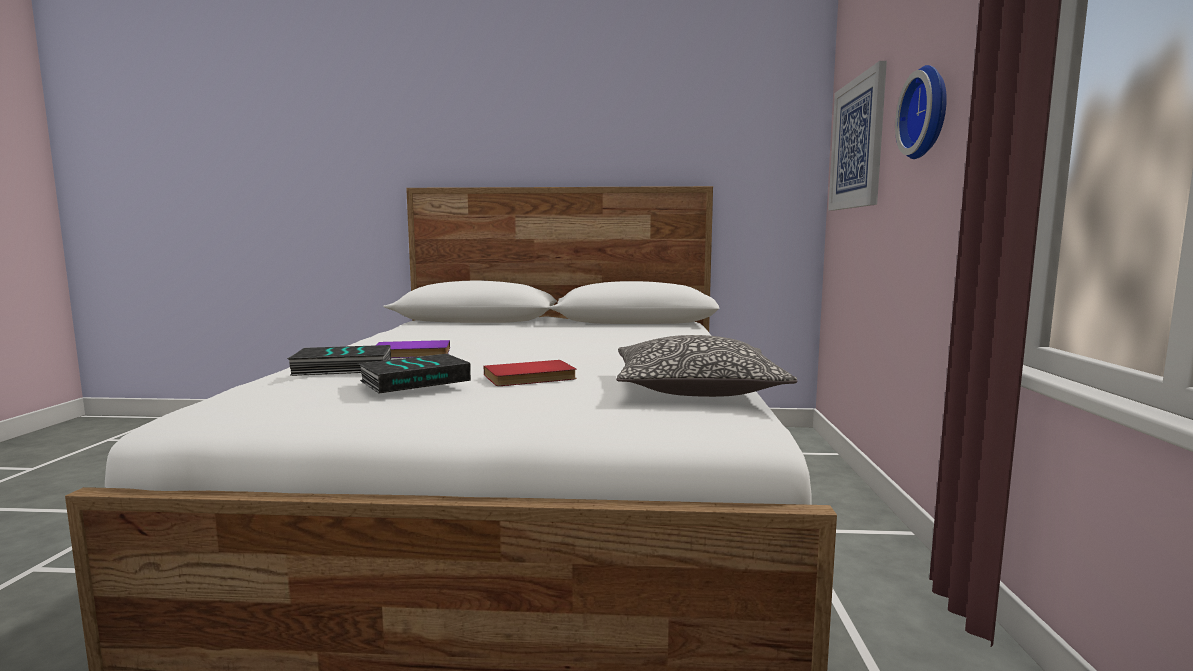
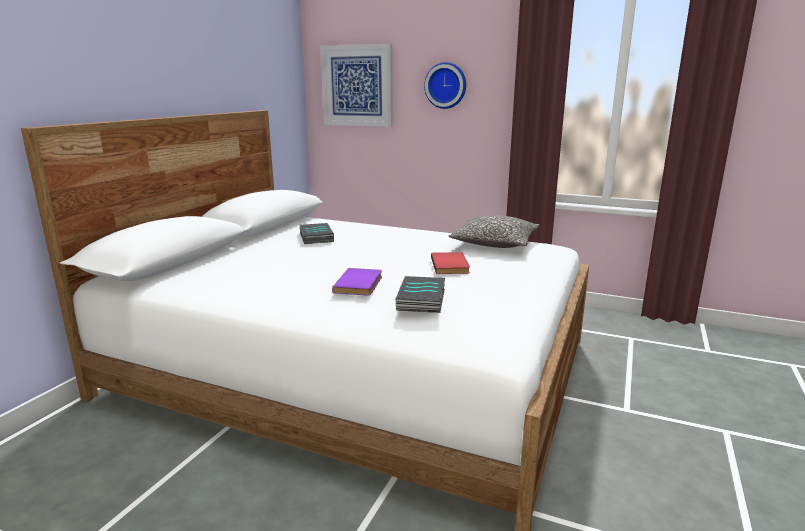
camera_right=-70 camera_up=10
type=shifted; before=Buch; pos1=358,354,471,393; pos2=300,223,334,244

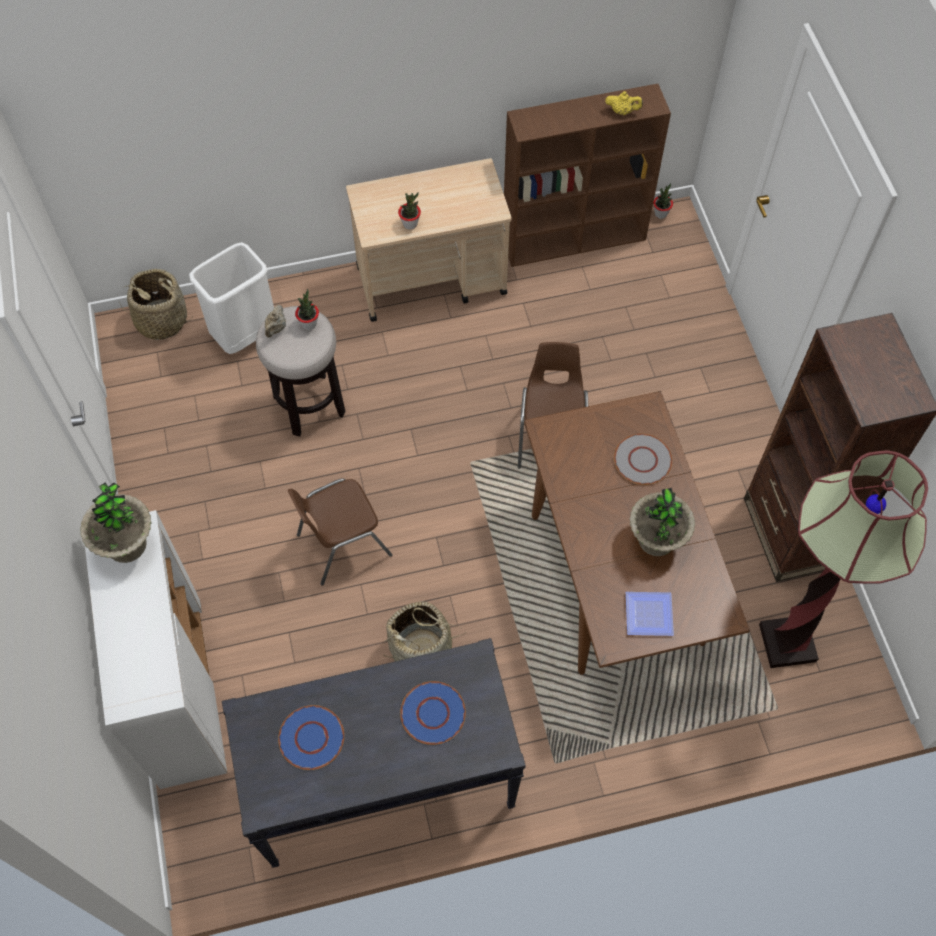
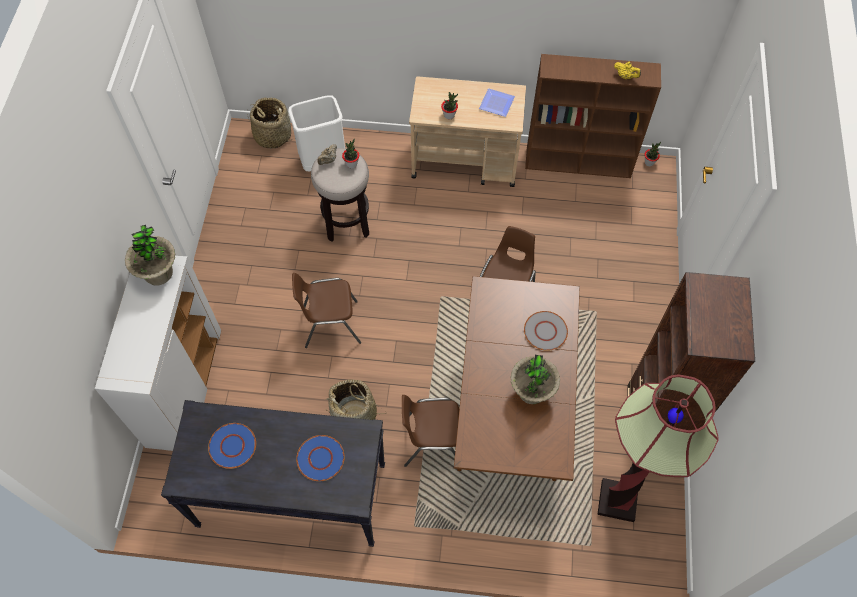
camera_right=20 camera_up=0
type=new; after=Stuhl (braun); pos2=402,395,459,467
type=shifted; before=Teller; pos1=626,592,674,636; pos2=479,88,515,117

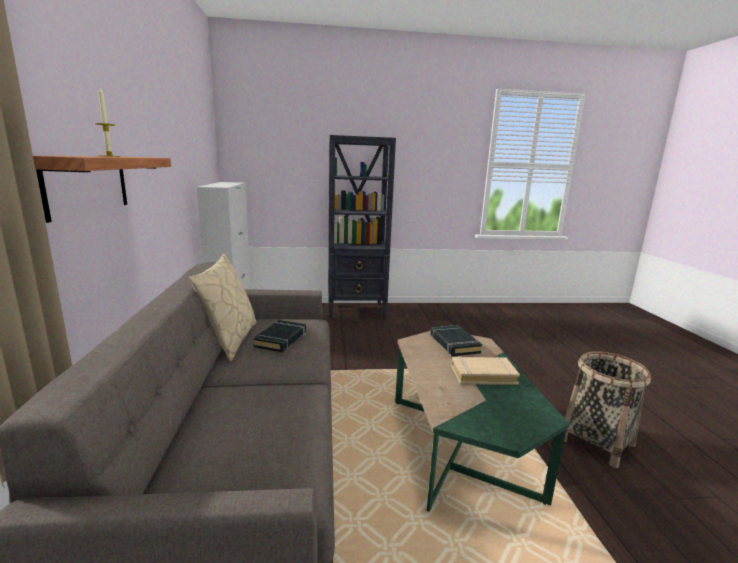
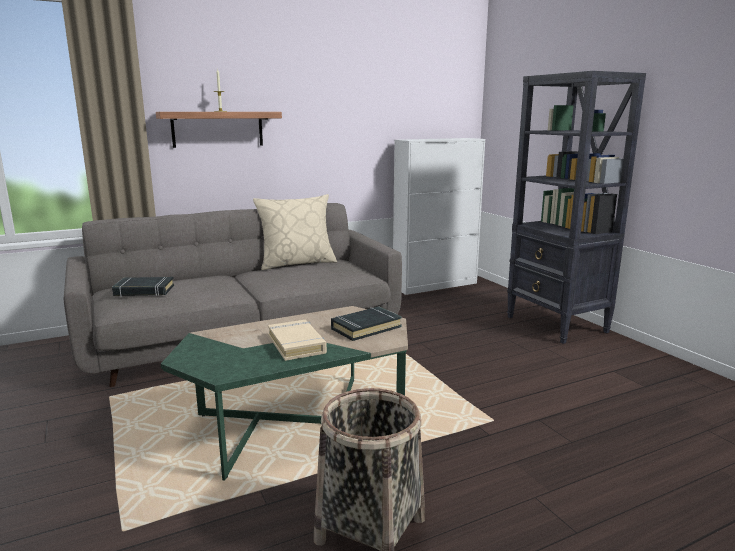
camera_right=70 camera_up=0
type=shifted; before=Buch (schwarz); pos1=253,320,306,352; pos2=112,277,174,296

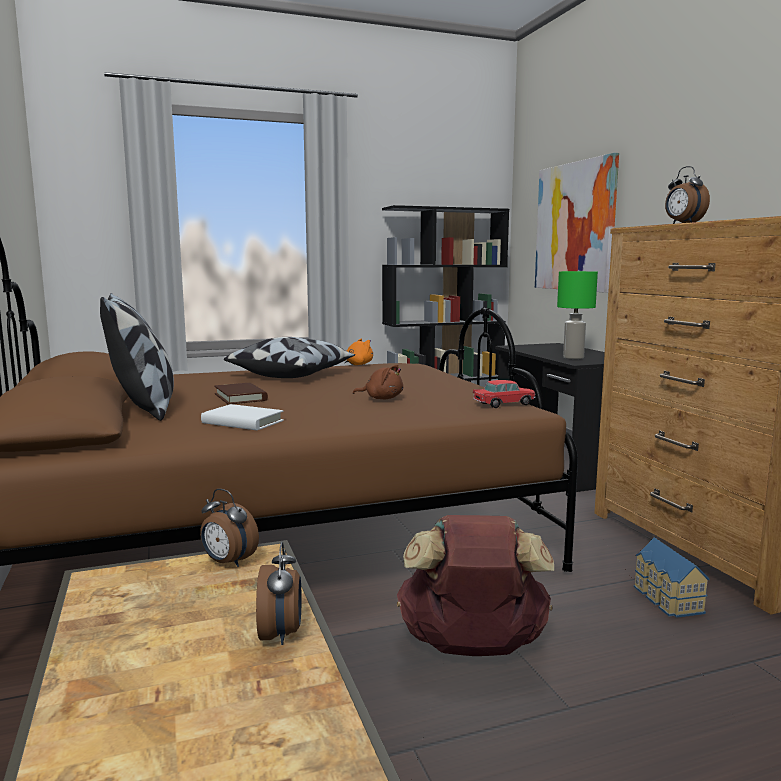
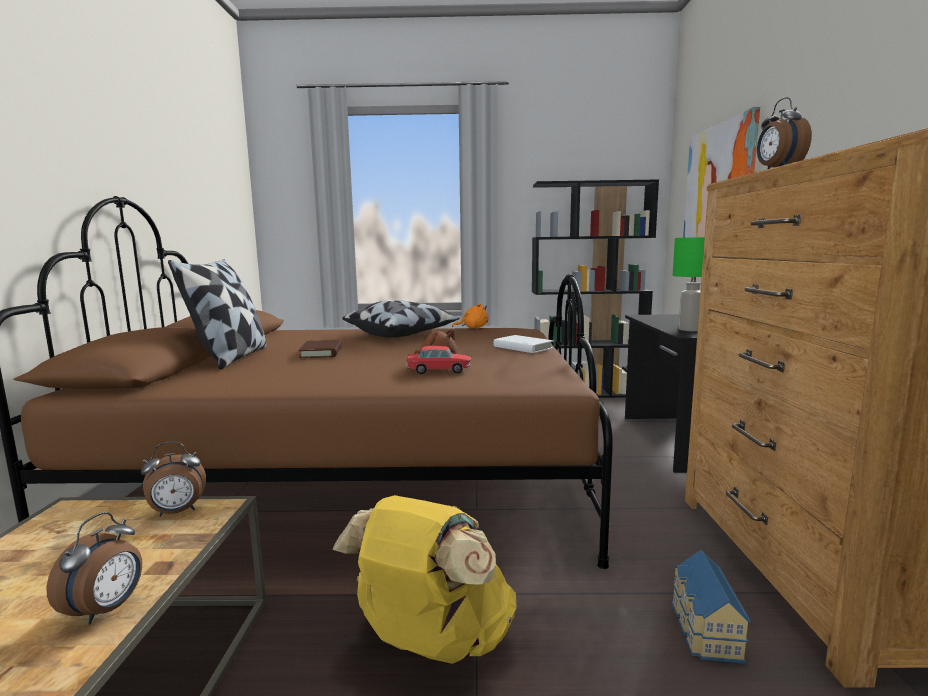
camera_right=20 camera_up=0
type=rotated; before=Wecker; pos1=200,489,259,567; pos2=141,442,206,517; turn=-75
type=repainted; before=Rucksack (braun); after=Rucksack (gelb); pos1=397,515,554,656; pos2=332,495,517,664
type=shifted; before=Spielzeugauto; pos1=473,380,535,408; pos2=407,346,471,374
type=shifted; before=Buch (weiß); pos1=201,404,284,430; pos2=493,335,554,353

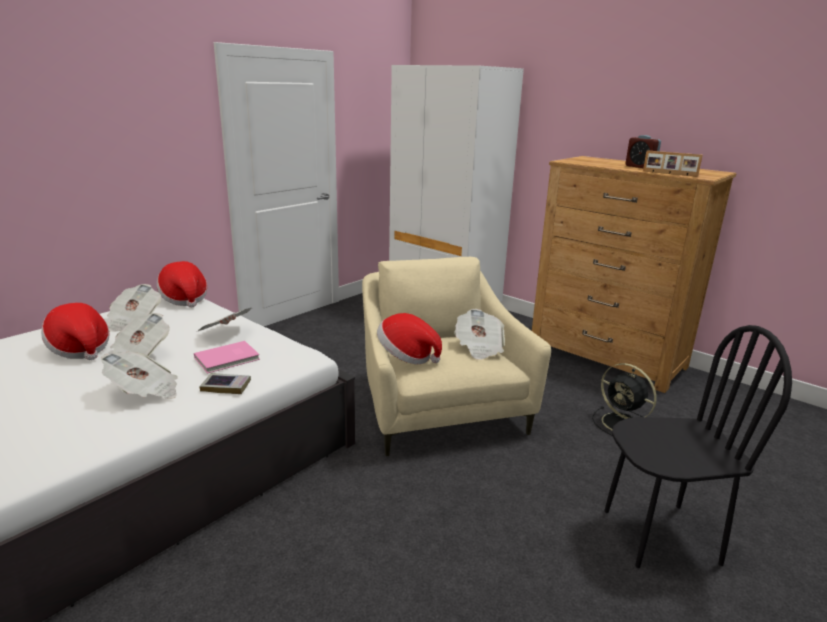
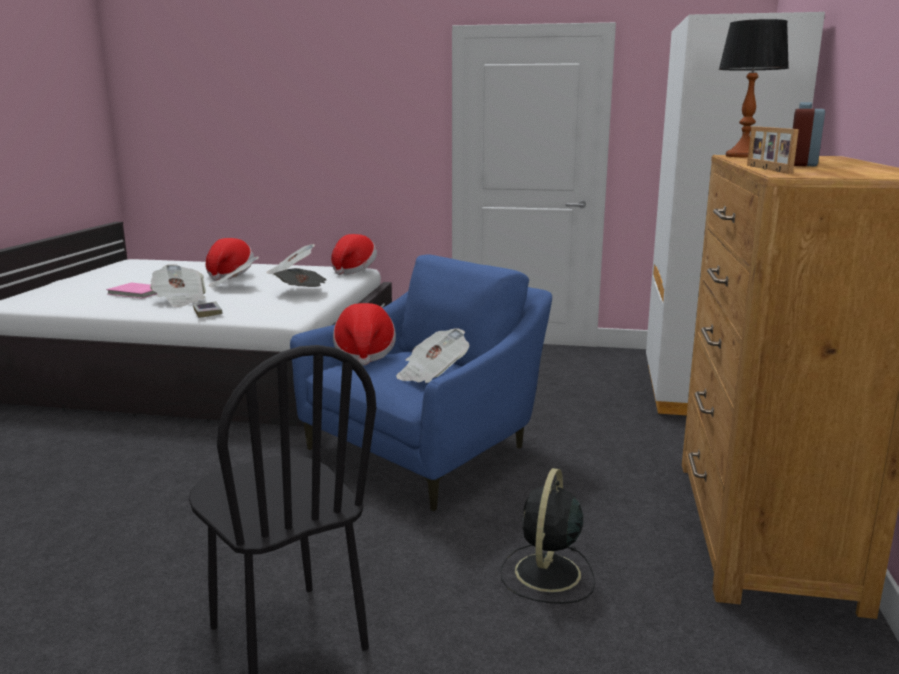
camera_right=60 camera_up=-5
type=shifted; before=Buch (rosa); pos1=194,341,260,374; pos2=106,283,158,298
type=repainted; before=Sessel (beige); after=Sessel (blau); pos1=362,257,551,456; pos2=290,255,552,511
type=new; after=Tischlampe; pos2=719,19,789,158

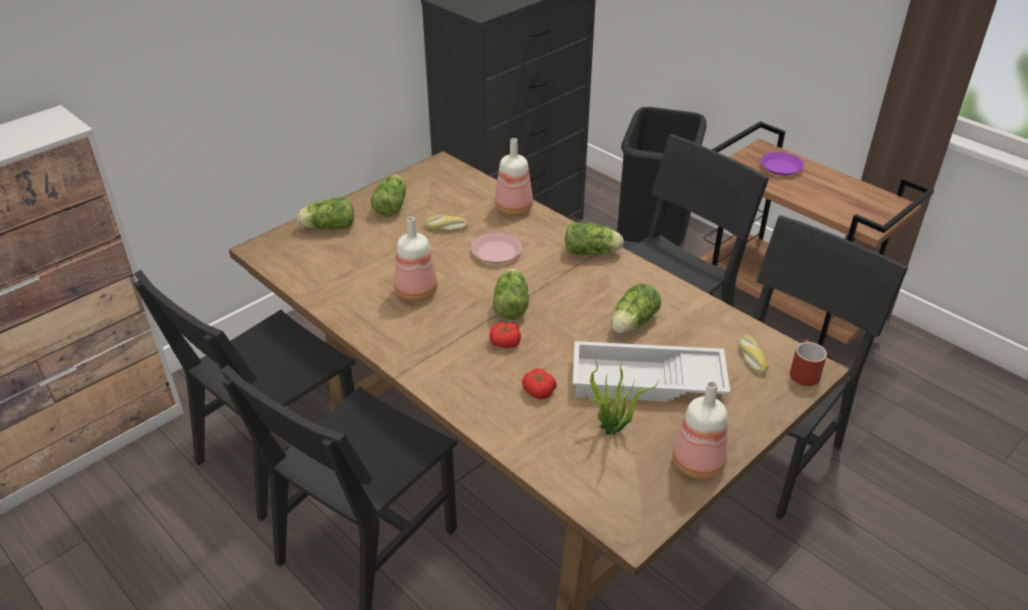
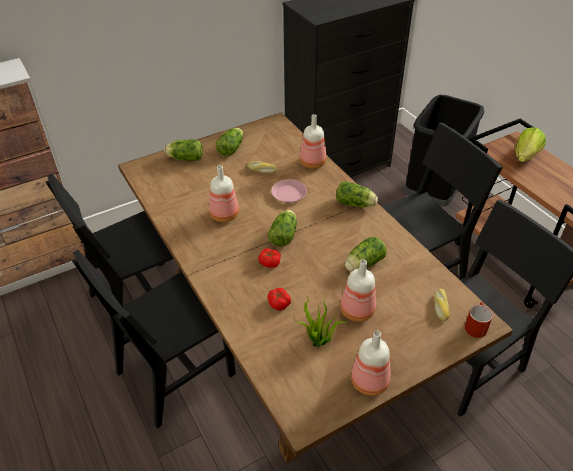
camera_right=15 camera_up=5
type=swapped; before=Tablett (weiß); after=Flasche; pos1=573,341,730,402; pos2=340,259,376,322
type=swapped; before=Teller (lila); after=Salatkopf; pos1=760,152,804,176; pos2=515,127,546,162

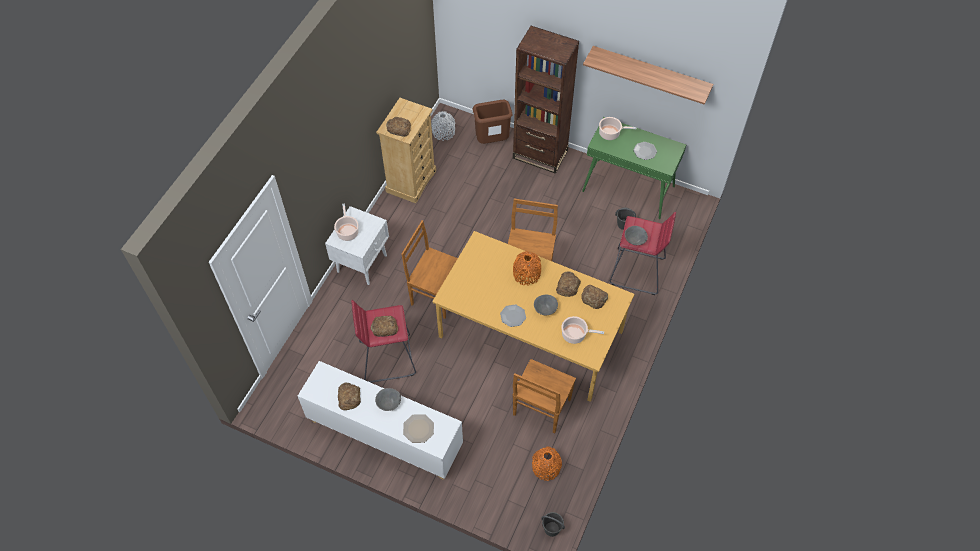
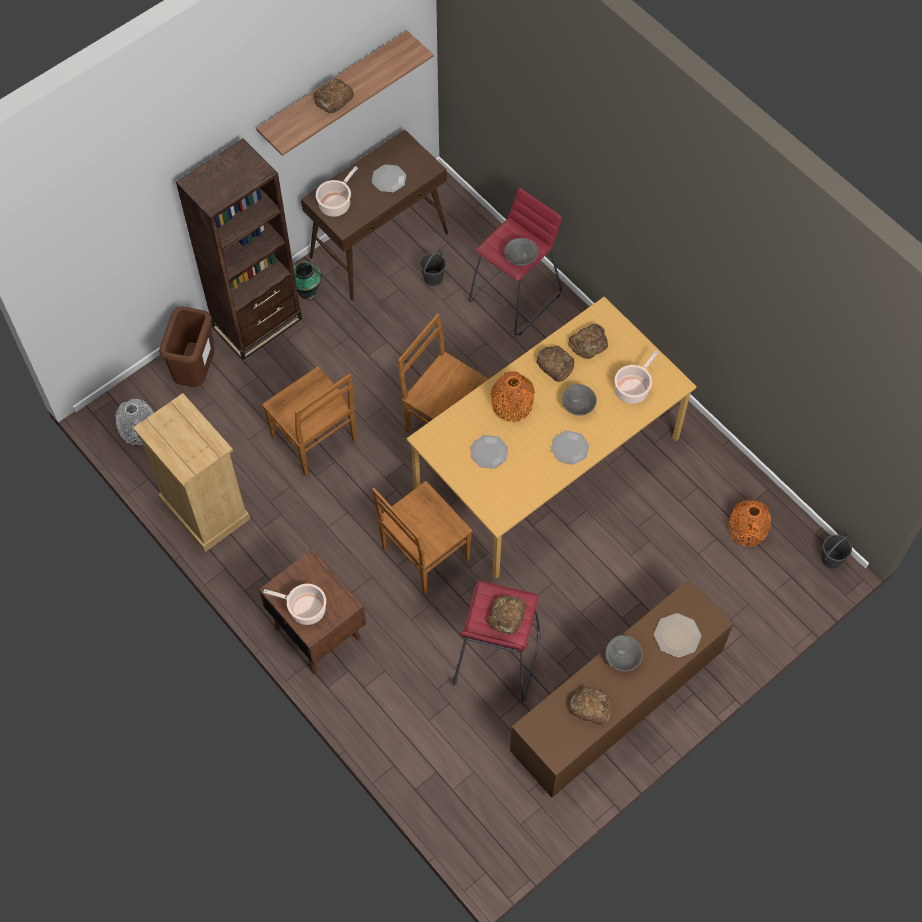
camera_right=-65 camera_up=5
type=repainted; before=Nachttisch (weiß); after=Nachttisch (braun); pos1=325,206,389,285; pos2=259,549,366,674
type=shifted; before=Stuhl (braun); pos1=512,359,576,433; pos2=262,366,357,476
type=new; after=Vase; pos2=293,261,322,299
type=repainted; before=Konsolentisch (grün); after=Konsolentisch (braun); pos1=582,117,686,219; pos2=301,129,448,301
type=shifted; before=Brot; pos1=386,117,411,137; pos2=313,79,354,113
type=new; after=Teller; pos2=470,435,508,469
type=repainted; before=Schrank (weiß); after=Schrank (braun); pos1=298,361,463,480; pos2=510,579,733,798

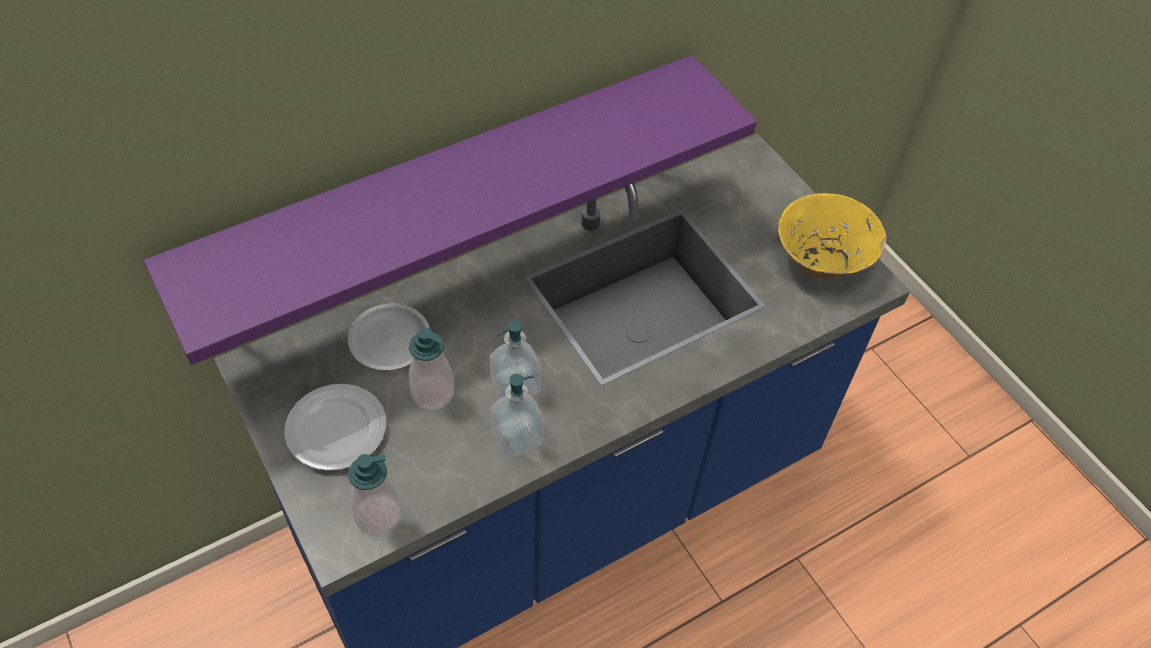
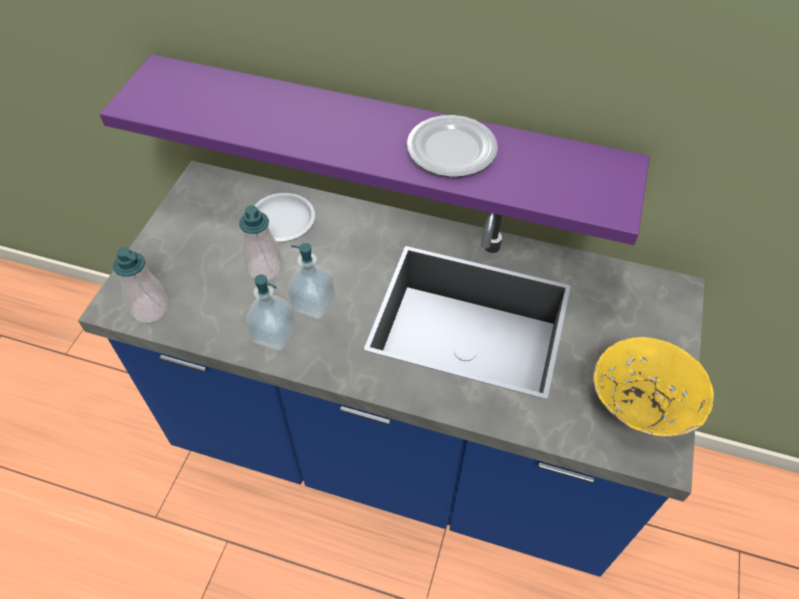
camera_right=50 camera_up=0
type=shifted; before=Teller; pos1=284,384,386,471; pos2=407,115,498,177

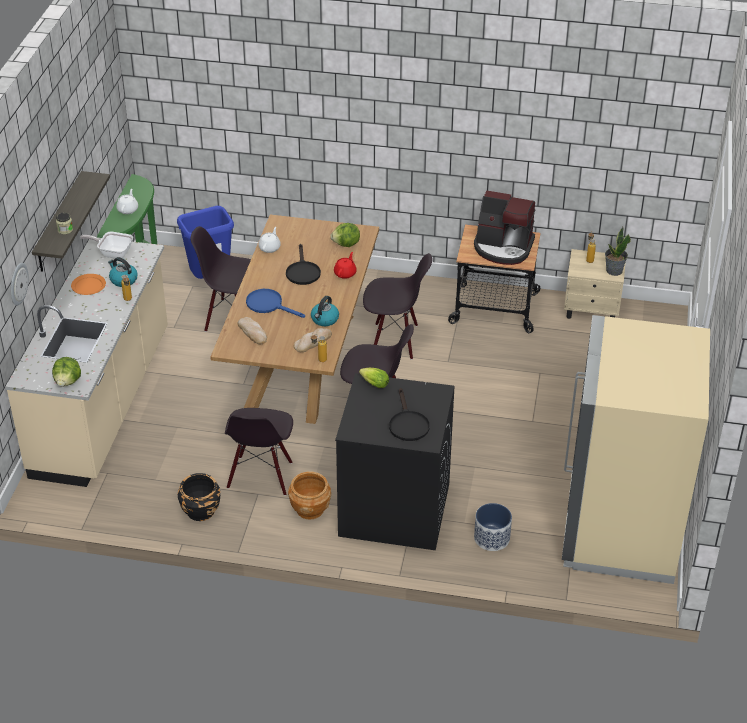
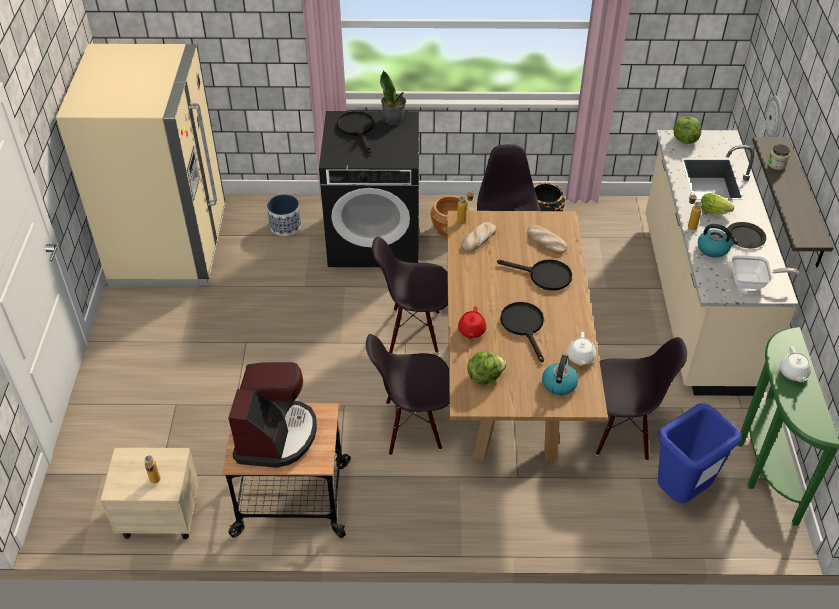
camera_right=170 camera_up=5
type=rotated; before=Kaffeemaschine; pos1=474,191,535,265; pos2=228,362,317,468; turn=90
type=shifted; before=Topfpflanze; pos1=605,227,631,276; pos2=380,71,406,125
type=repainted; before=Pfanne (blau); after=Pfanne (schwarz); pos1=246,289,305,318; pos2=497,259,572,291
type=shifted; before=Wasserkessel; pos1=311,296,339,326; pos2=542,354,578,395
type=shifted; before=Salatkopf; pos1=359,368,389,388; pos2=701,193,734,214
type=repainted; before=Teller (orange); after=Teller (schwarz); pos1=71,274,106,295; pos2=727,222,766,248

